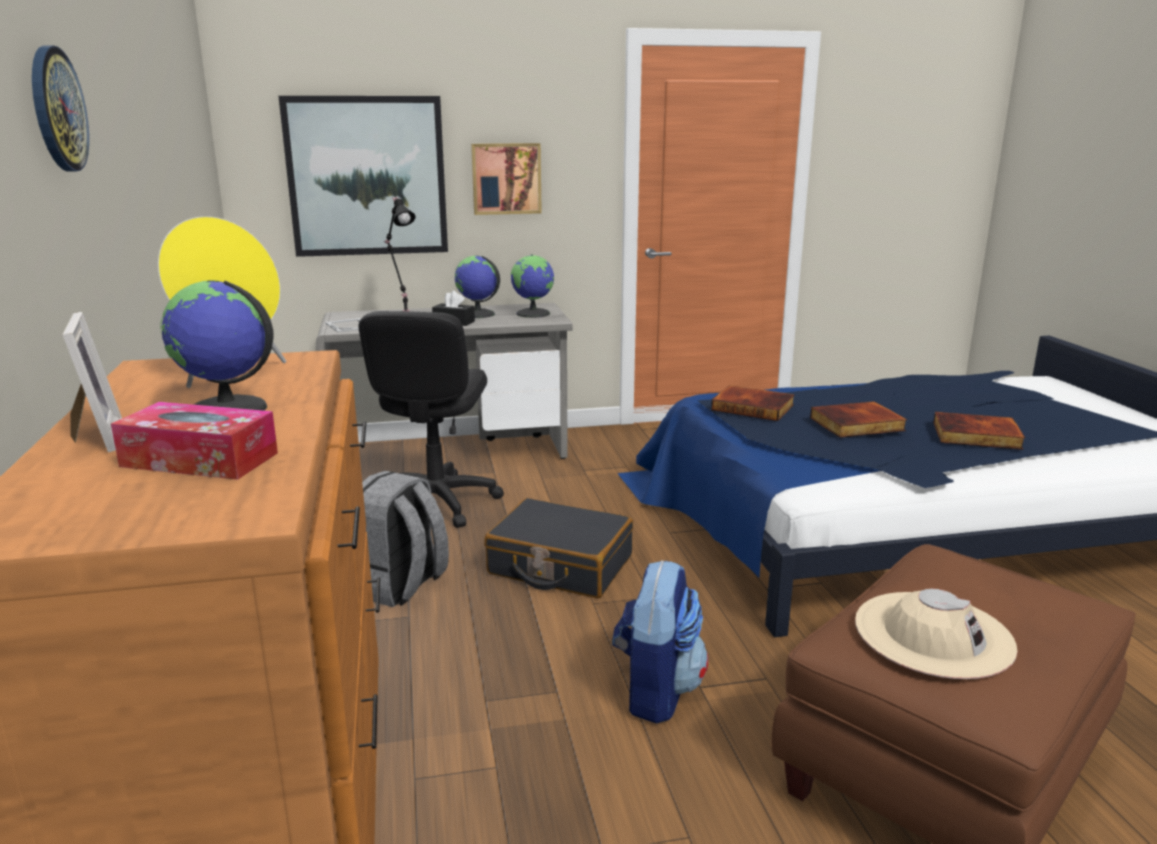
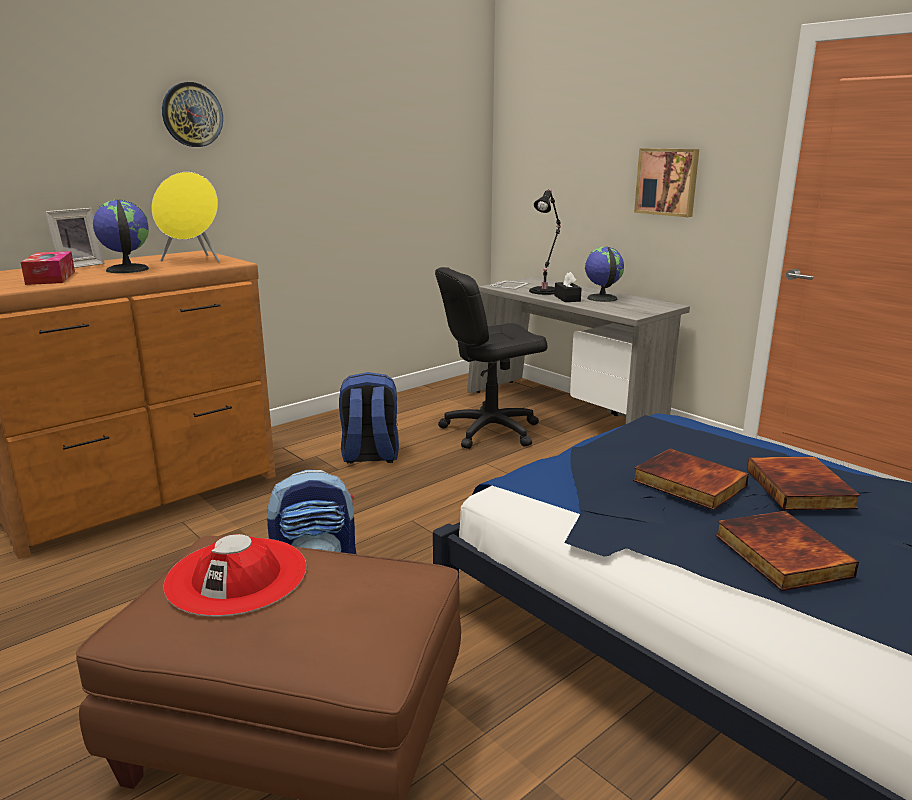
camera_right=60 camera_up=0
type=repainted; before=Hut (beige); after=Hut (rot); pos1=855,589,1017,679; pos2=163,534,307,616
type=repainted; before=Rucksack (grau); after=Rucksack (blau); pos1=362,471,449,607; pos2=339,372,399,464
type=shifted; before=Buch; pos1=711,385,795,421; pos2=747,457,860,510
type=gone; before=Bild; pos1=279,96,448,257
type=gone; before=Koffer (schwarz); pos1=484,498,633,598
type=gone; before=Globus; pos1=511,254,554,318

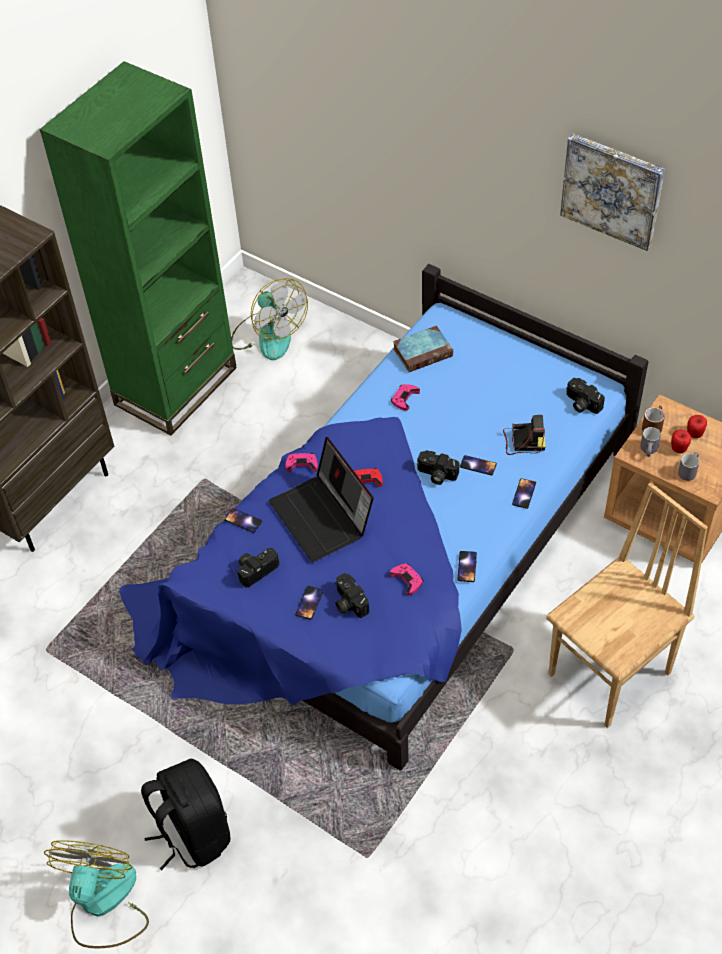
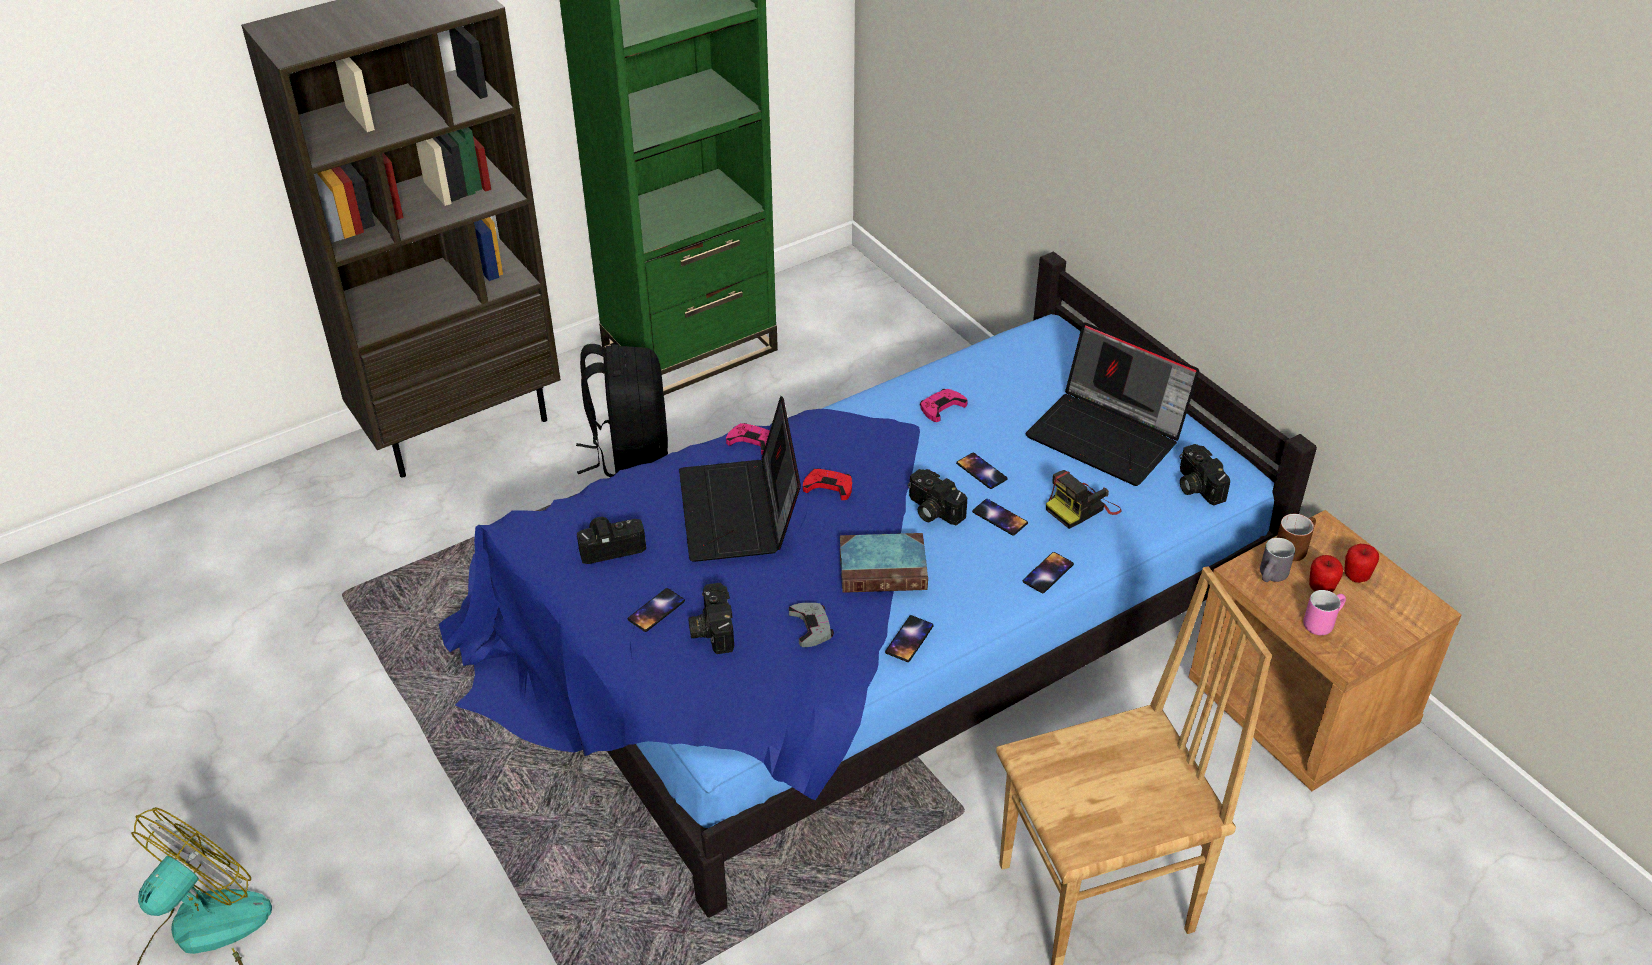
camera_right=20 camera_up=-10
type=shifted; before=Rucksack (schwarz); pos1=141,759,231,871; pos2=576,344,668,477
type=repainted; before=Gamepad (rosa); after=Gamepad (grau); pos1=389,563,424,595; pos2=789,603,834,647
type=shifted; before=Buch; pos1=393,326,453,372; pos2=840,533,928,593
type=shifted; before=Handy; pos1=225,508,262,533; pos2=956,453,1008,489
type=new; after=Laptop; pos2=1026,322,1199,486
type=rotated; before=Kamera; pos1=503,415,546,455; pos2=1046,470,1122,529; turn=120
type=repainted; before=Henkelbecher (grau); after=Henkelbecher (rosa); pos1=678,452,699,481; pos2=1303,590,1346,635
type=gone; before=Ventilator; pos1=231,278,308,360
type=gone; before=Bild; pos1=560,133,665,251

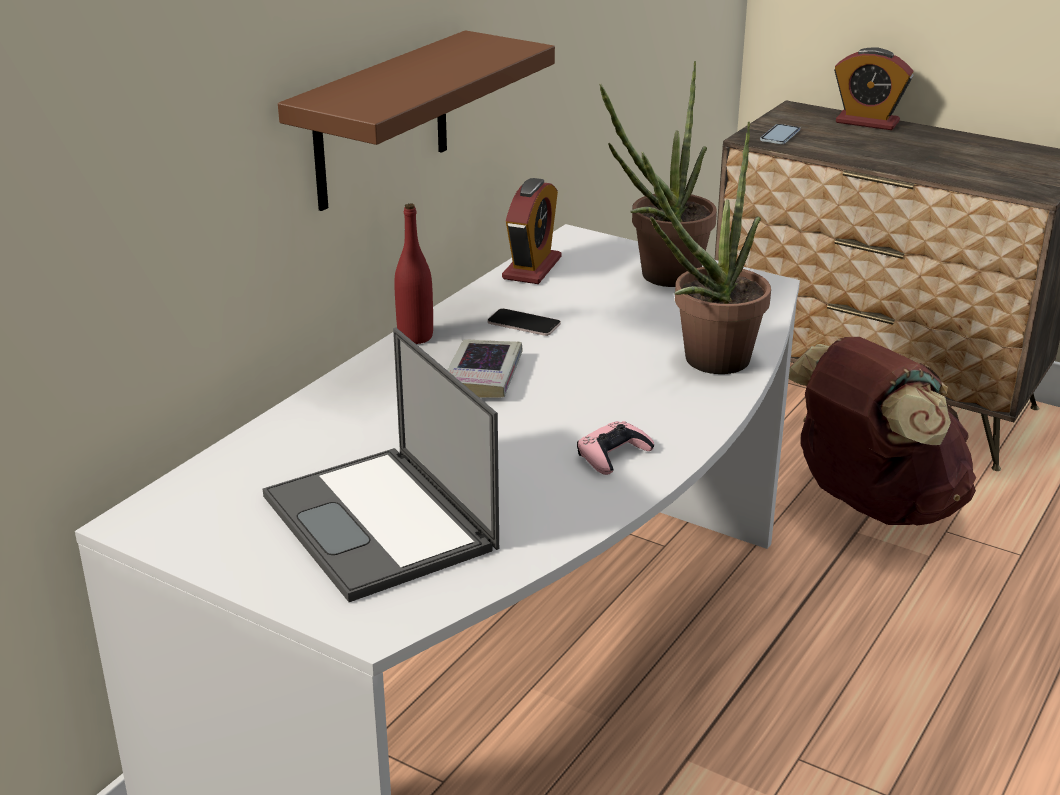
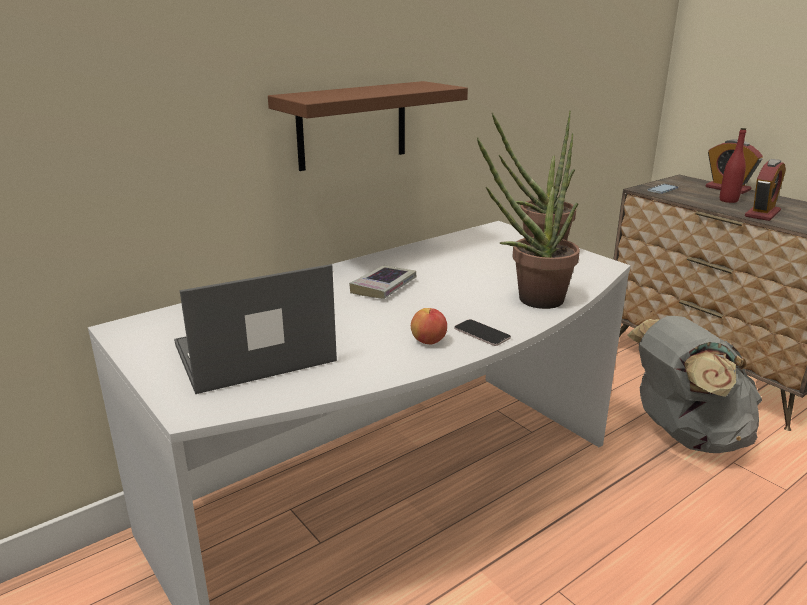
camera_right=20 camera_up=-5
type=rotated; before=Laptop; pos1=263,328,499,602; pos2=174,264,337,394; turn=75
type=swapped; before=Gamepad (rosa); after=Apfel; pos1=577,421,654,475; pos2=411,308,447,344
type=shifted; before=Handy; pos1=487,308,561,336; pos2=454,319,511,346
type=repainted; before=Rucksack (braun); after=Rucksack (grau); pos1=789,337,976,526; pos2=627,316,762,453
type=shifted; before=Flasche (rot); pos1=394,203,433,344; pos2=720,128,746,203
type=shifted; before=Wecker; pos1=502,178,562,284; pos2=745,159,786,221

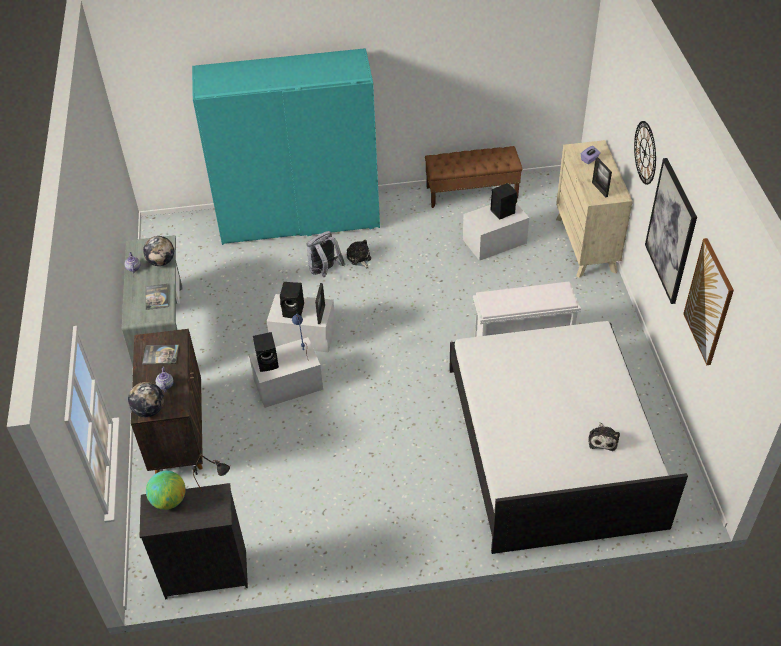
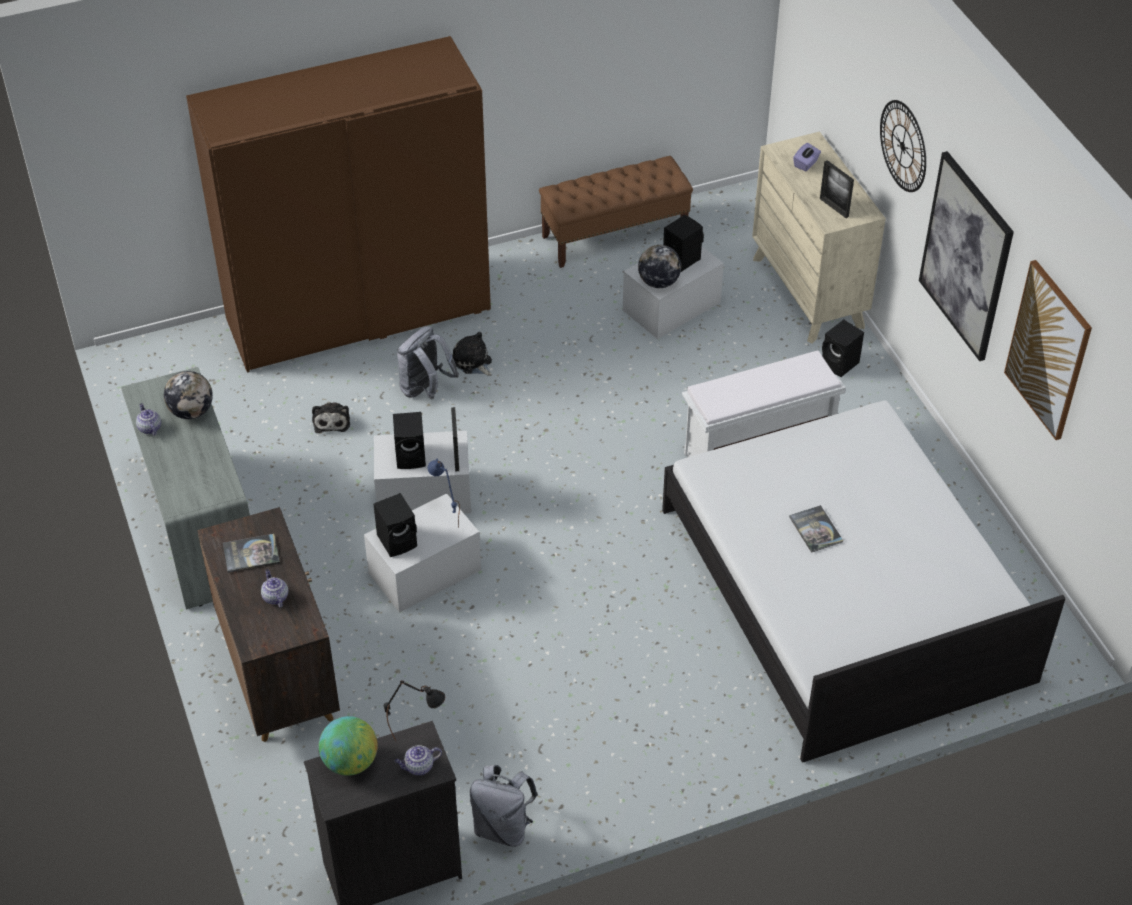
camera_right=-15 camera_up=0
type=repainted; before=Kleiderschrank (türkis); after=Kleiderschrank (braun); pos1=192,48,380,245; pos2=186,36,491,373
type=shifted; before=Plüschtier; pos1=588,422,620,451; pos2=312,401,350,433
type=new; after=Teekanne; pos2=394,745,442,775
type=new; after=Rucksack (grau); pos2=470,765,538,847
type=shifted; before=Globus; pos1=128,382,164,417; pos2=638,245,681,288
type=shifted; before=Buch; pos1=145,284,168,310; pos2=789,505,844,553
type=new; after=Lautsprecher (schwarz); pos2=822,320,864,377

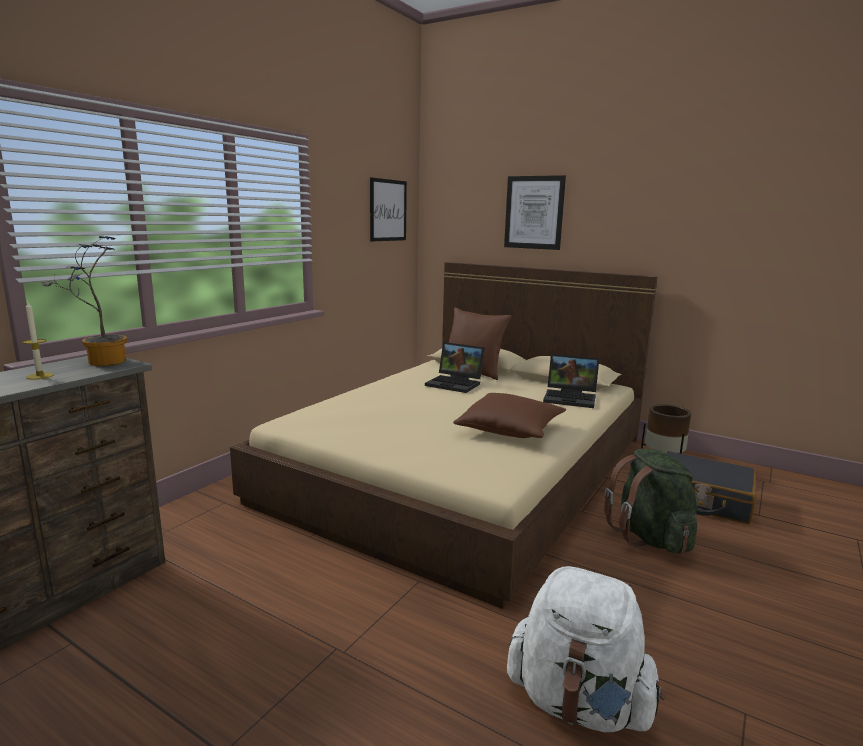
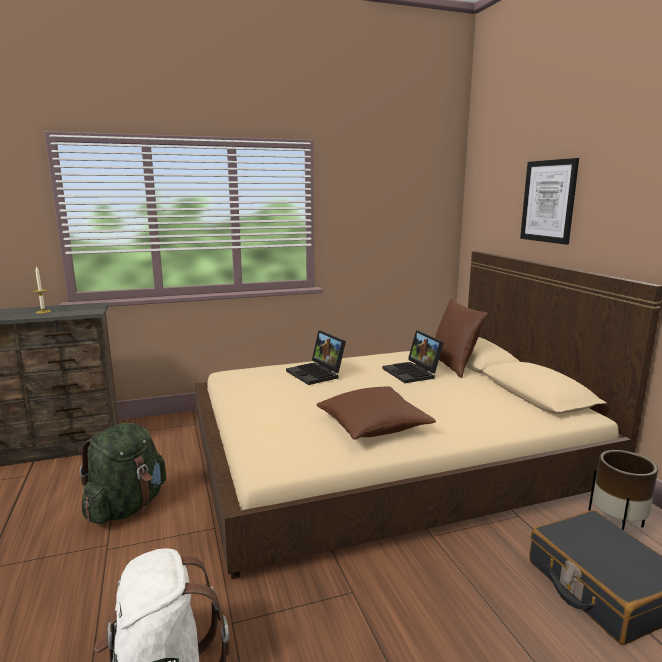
camera_right=40 camera_up=0
type=shifted; before=Rucksack (grün); pos1=604,449,697,554; pos2=79,423,166,524
type=shifted; before=Laptop; pos1=543,354,599,408; pos2=286,330,346,385
type=gone; before=Topfpflanze; pos1=41,236,127,366
type=gone; before=Bild; pos1=370,177,407,242

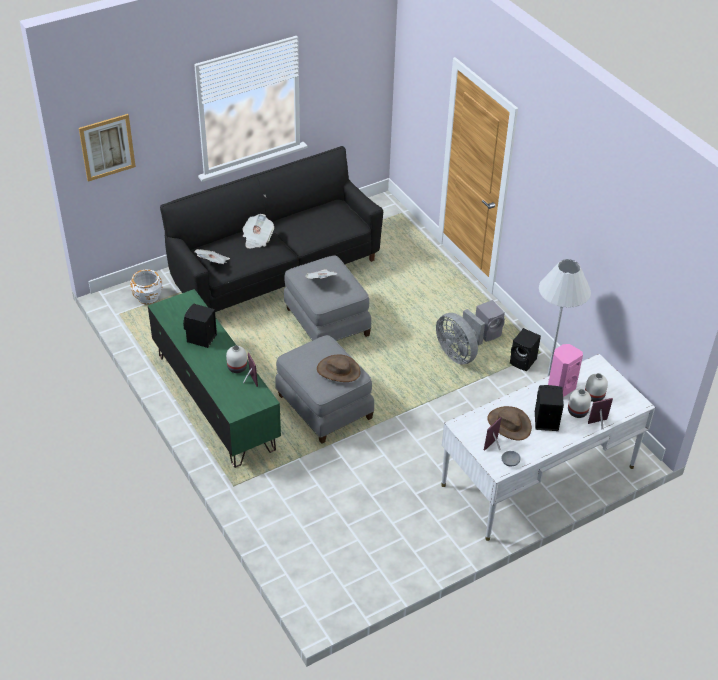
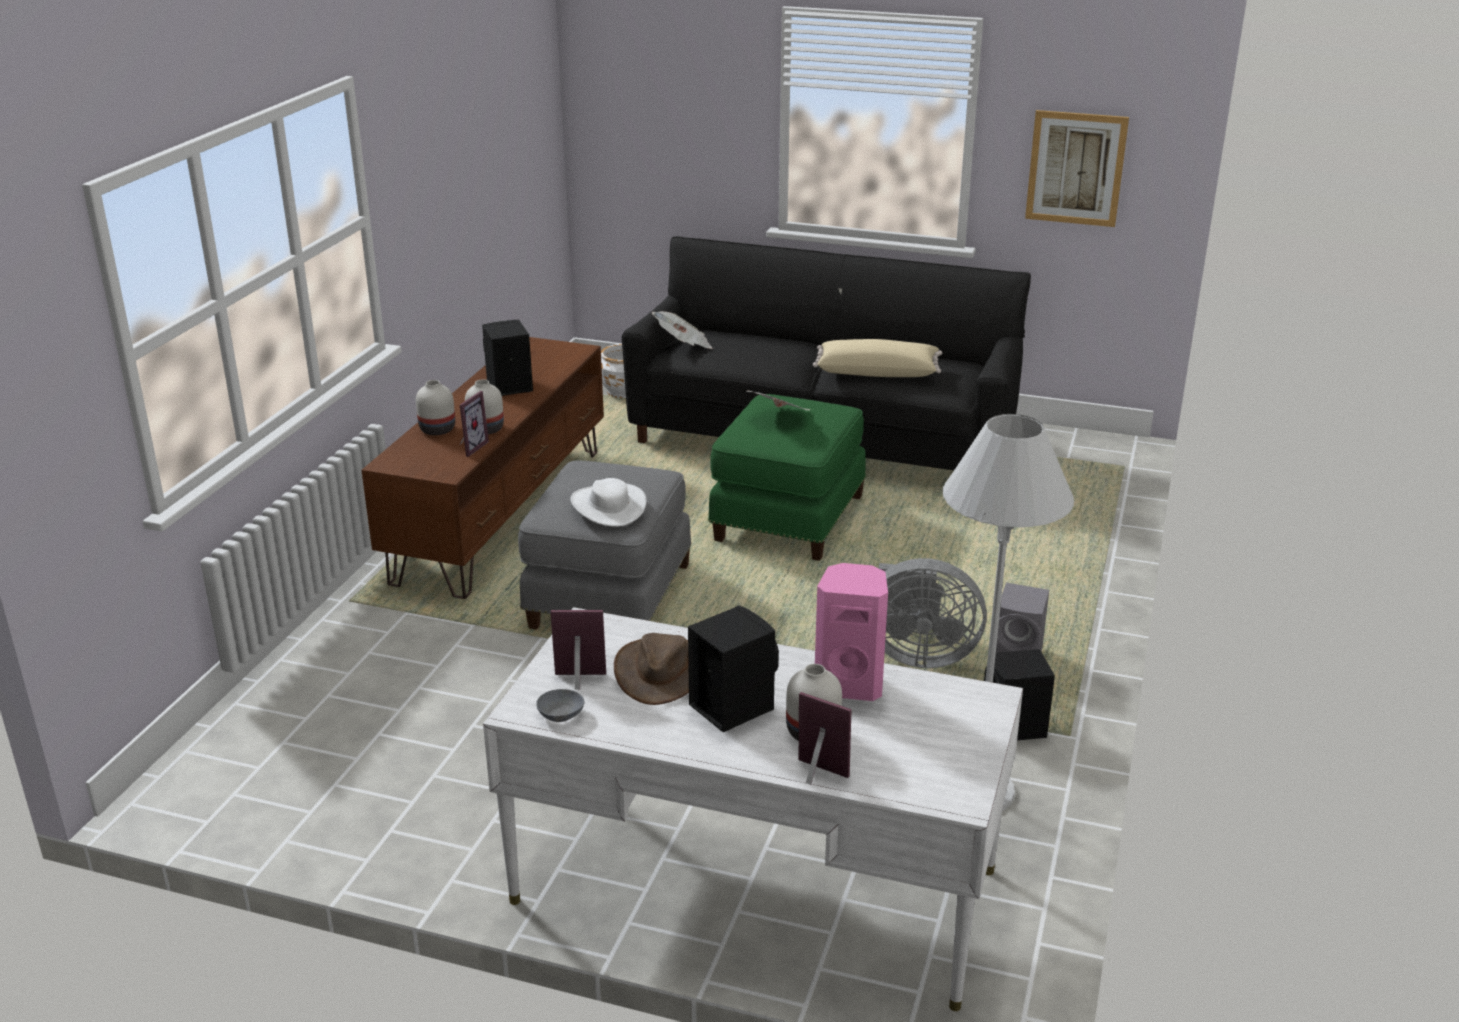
camera_right=50 camera_up=-15
type=repainted; before=Fernsehschrank (grün); after=Fernsehschrank (braun); pos1=148,289,281,468; pos2=361,337,604,599
type=shifted; before=Vase (weiß); pos1=585,373,608,402; pos2=416,380,455,435
type=repainted; before=Hut (braun); after=Hut (weiß); pos1=317,355,360,382; pos2=571,478,647,527
type=repainted; before=Polsterhocker (grau); after=Polsterhocker (grün); pos1=284,256,371,341; pos2=708,394,866,561
type=new; after=Kissen (beige); pos2=813,339,942,377
type=rotated; before=Ventilator (grau); pos1=436,309,485,365; pos2=879,558,987,668; turn=-90
type=shifted; before=Bild; pos1=79,114,136,182; pos2=1025,110,1129,227
type=gone; before=Zeitung; pos1=242,214,274,248

